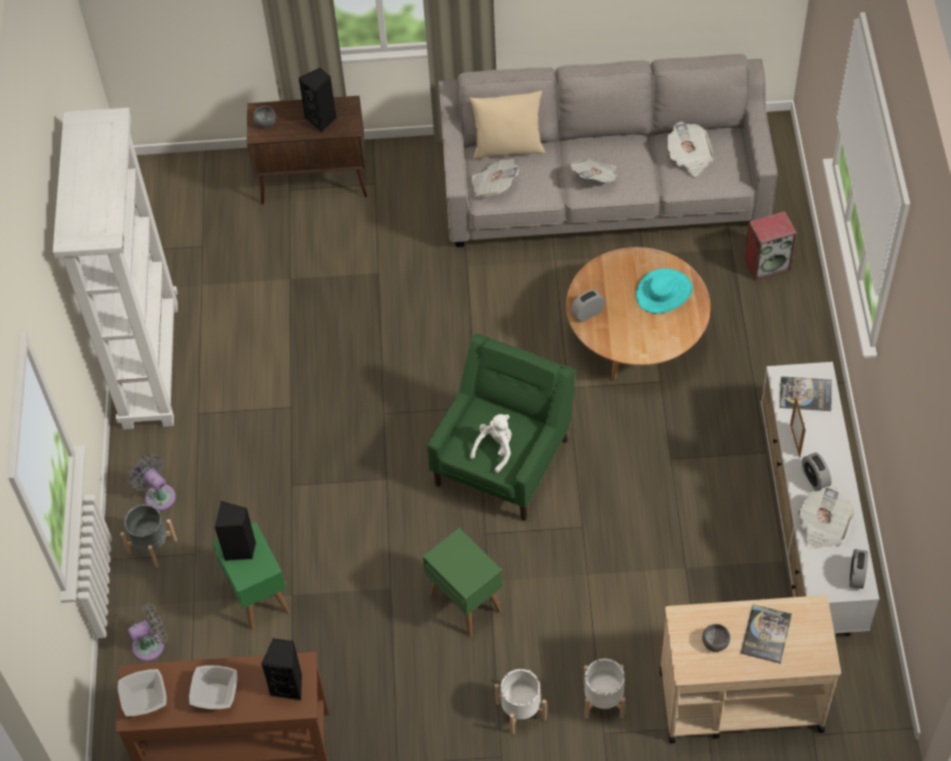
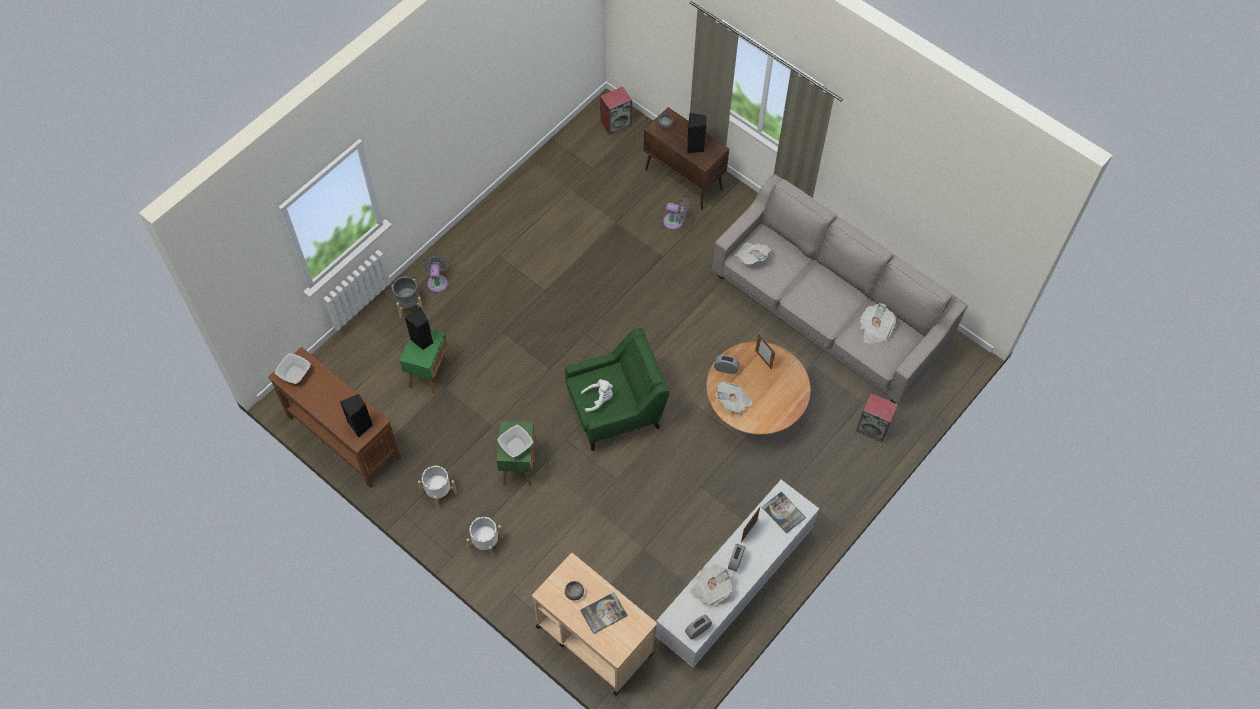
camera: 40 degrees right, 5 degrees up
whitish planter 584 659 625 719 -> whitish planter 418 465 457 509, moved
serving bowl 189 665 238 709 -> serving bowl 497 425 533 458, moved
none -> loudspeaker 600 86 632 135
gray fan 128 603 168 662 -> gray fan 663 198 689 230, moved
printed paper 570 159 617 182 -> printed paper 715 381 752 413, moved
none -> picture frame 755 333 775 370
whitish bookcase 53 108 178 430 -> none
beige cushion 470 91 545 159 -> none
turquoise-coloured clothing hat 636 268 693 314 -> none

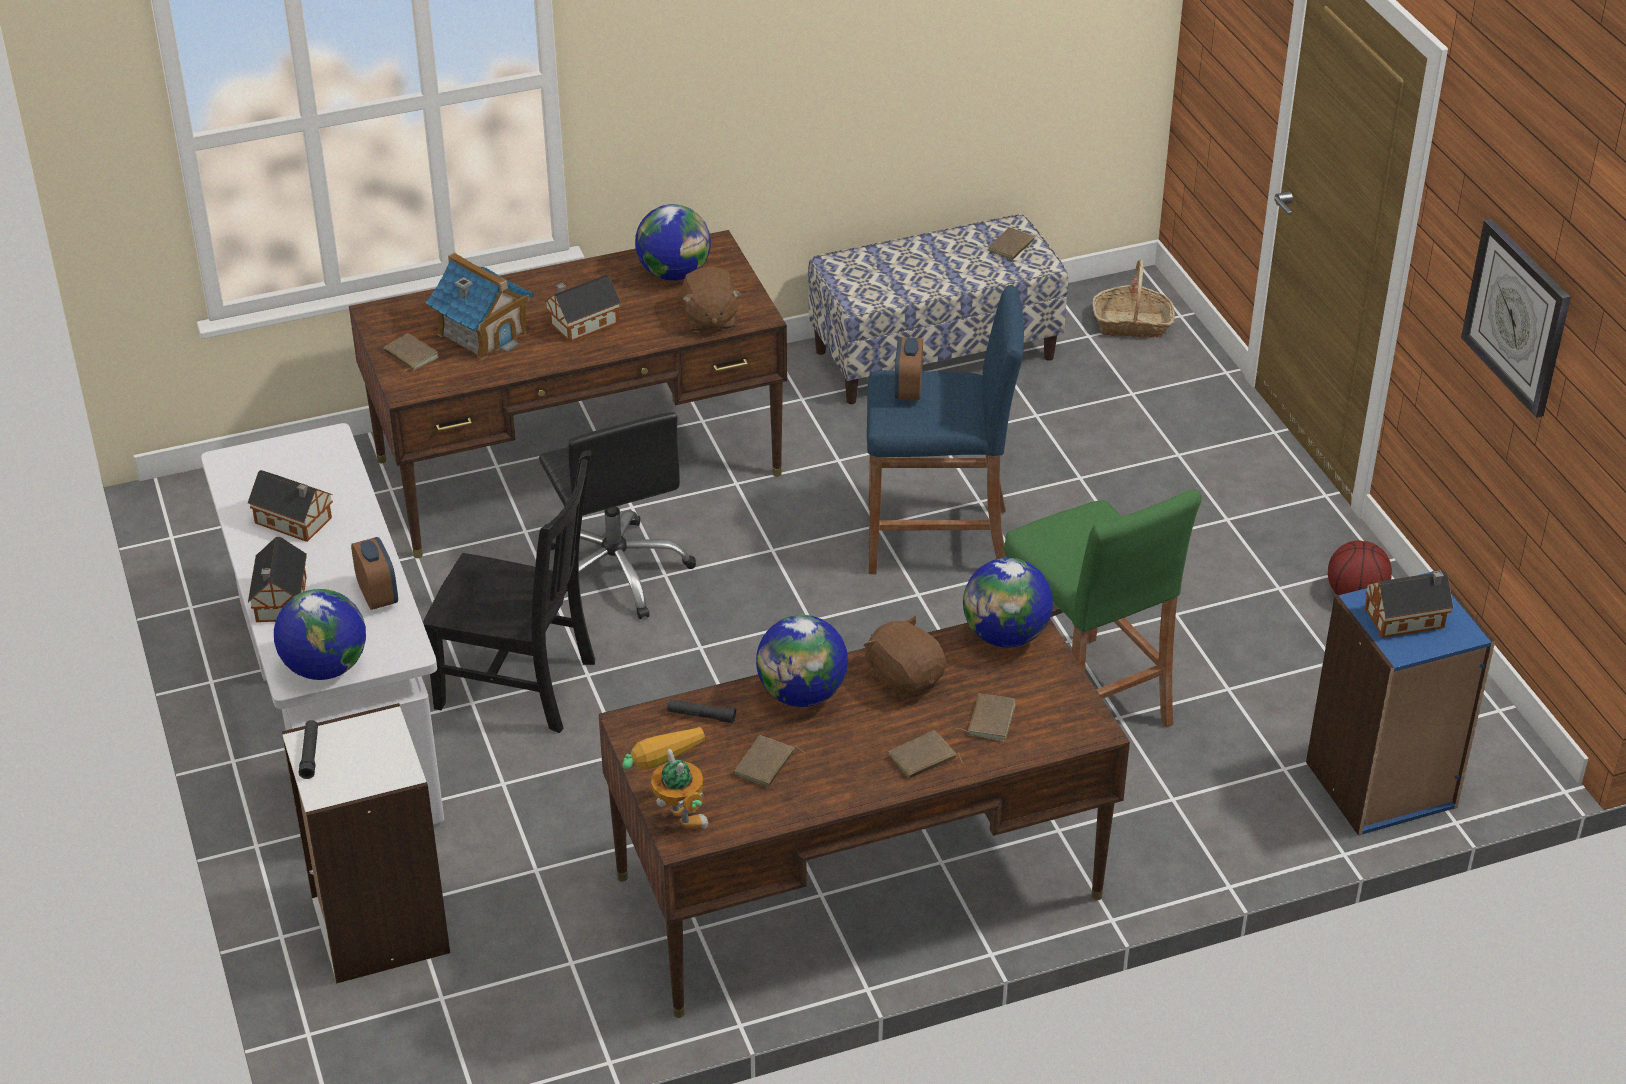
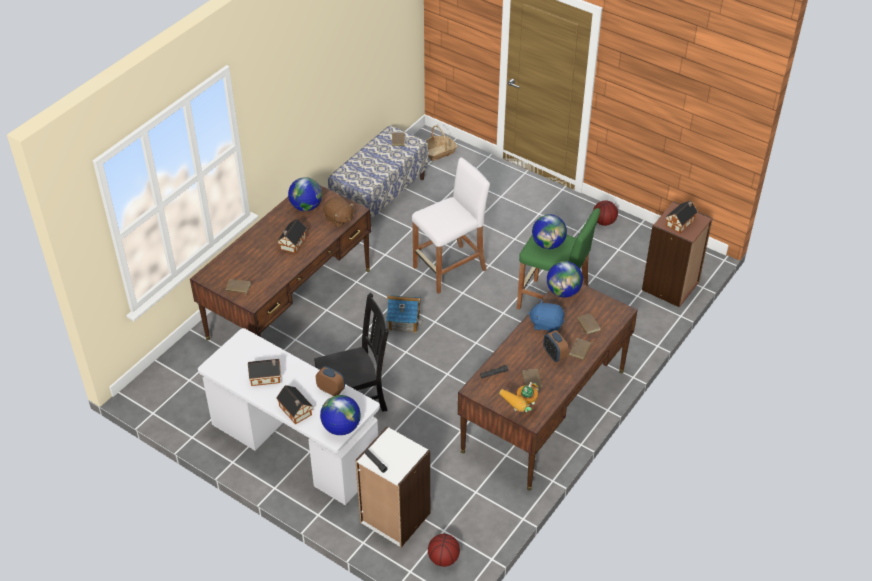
camera: 35 degrees left, 5 degrees up
model house 426 253 534 360 -> model house 386 295 423 333, moved
bluish stool seat 867 285 1024 574 -> whitish stool seat 412 157 490 294
none -> basketball 428 534 460 567
robot figure 623 727 708 829 -> robot figure 499 382 539 412, 75 degrees counterclockwise
brown-coloured plush toy 864 615 946 700 -> bluish plush toy 528 299 564 333
desk globe 756 615 848 707 -> desk globe 532 214 567 249, moved
alarm clock 894 337 923 401 -> alarm clock 543 330 568 362, moved
bluish bookcase 1306 570 1495 836 -> brown-coloured bookcase 642 201 713 307
black-coloured computer chair 539 412 696 619 -> none
wall clock 1461 219 1571 418 -> none

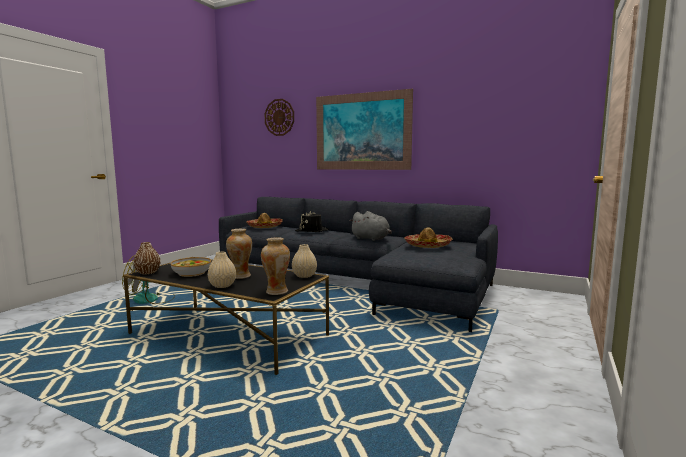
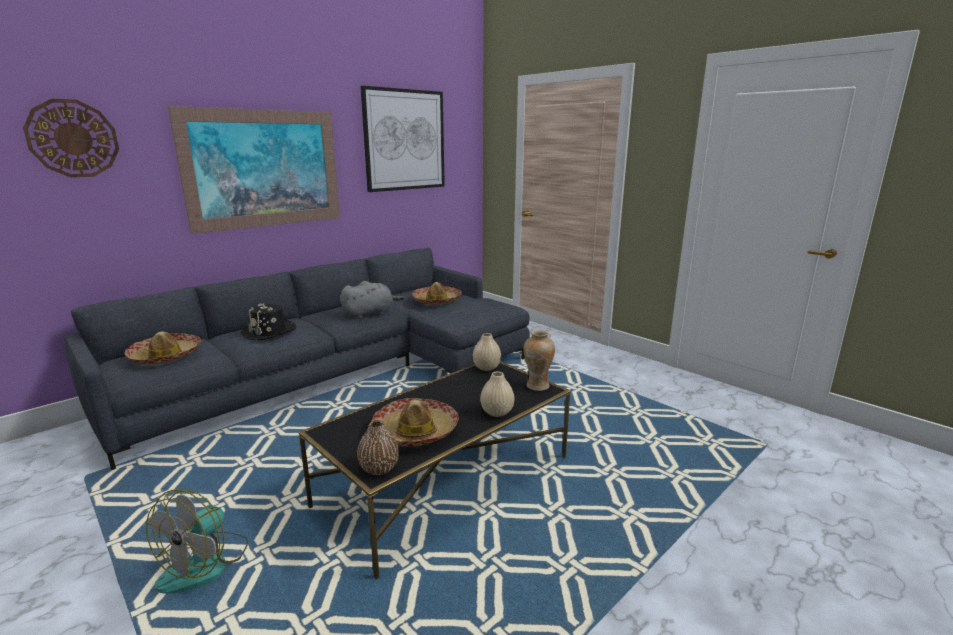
camera: 70 degrees left, 10 degrees up
none -> wall picture 360 86 445 192
serving bowl 171 257 211 277 -> clothing hat 372 398 459 447
vase 226 229 252 279 -> none

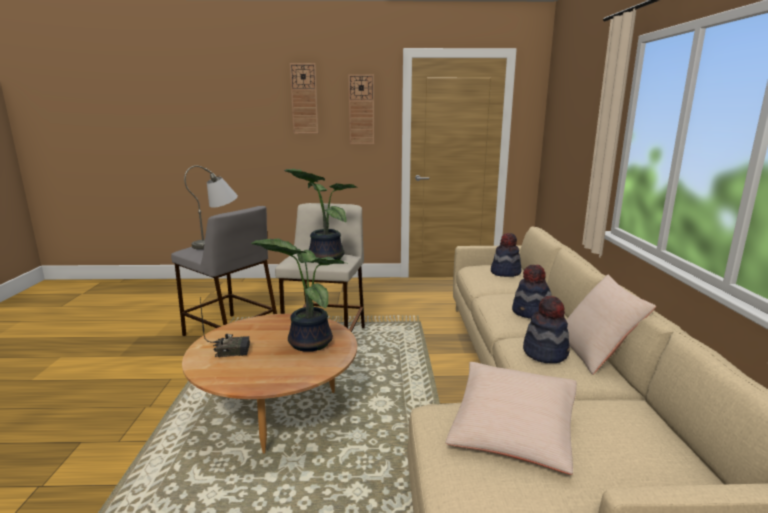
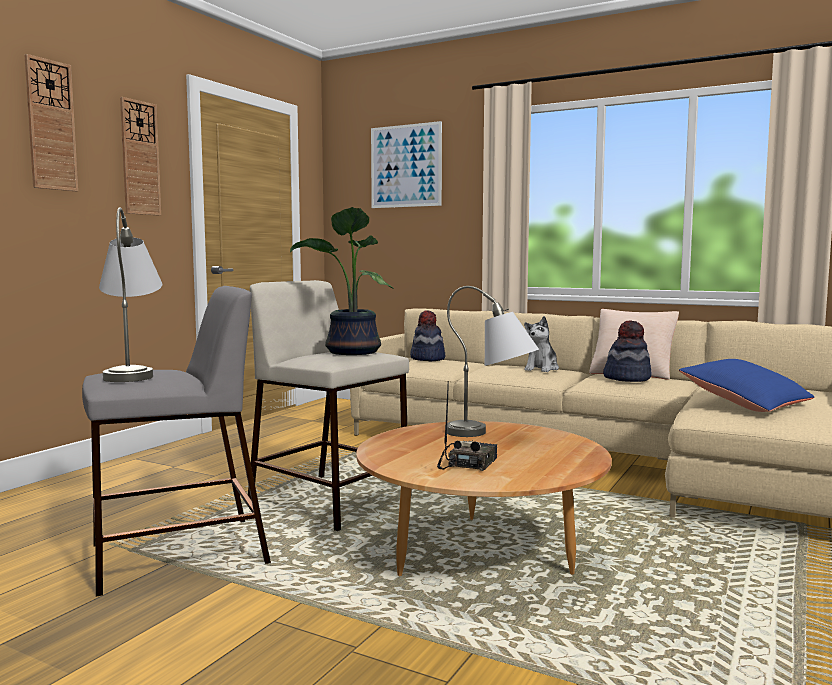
camera: 60 degrees left, 10 degrees down
none -> wall picture 371 121 442 208
potted plant 251 239 346 352 -> gray table lamp 445 286 539 437
clothing hat 512 265 551 319 -> plush toy 524 316 559 372
beige cushion 445 362 577 475 -> bluish cushion 679 359 814 412

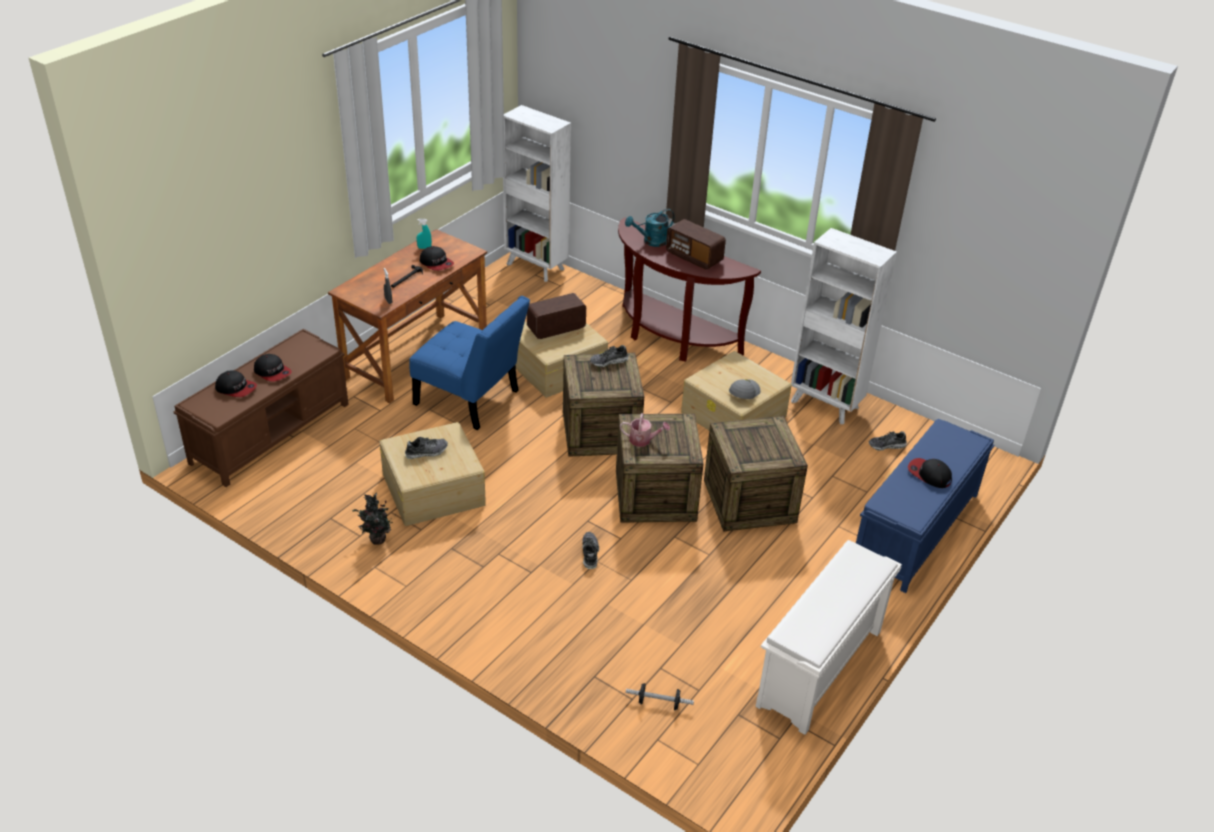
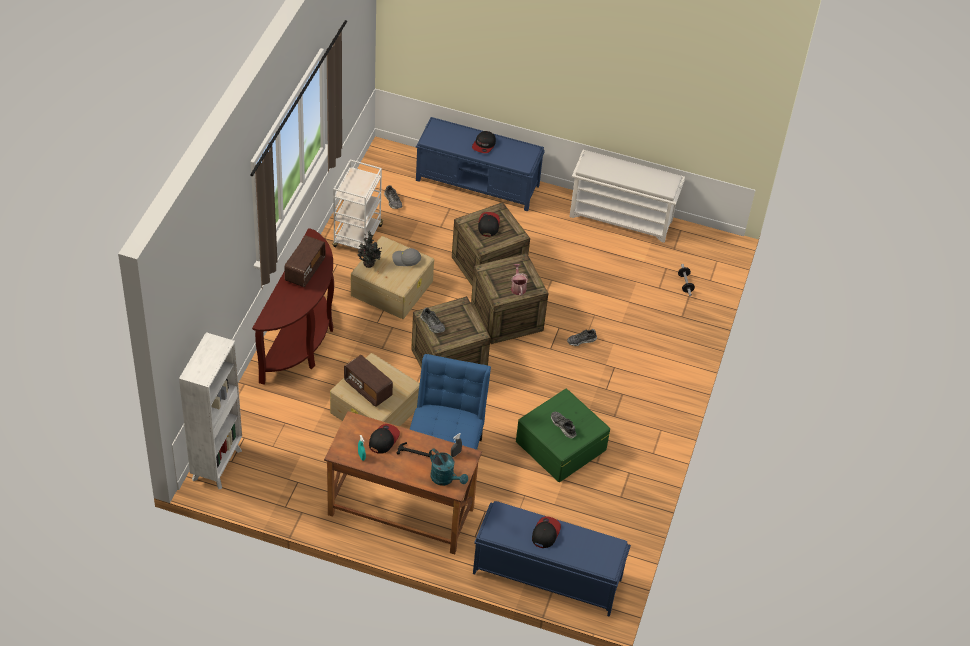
camera: 110 degrees left, 10 degrees up
whitish bookcase 791 228 897 424 -> whitish wheeled cart 333 160 384 249
potted plant 352 492 393 545 -> potted plant 357 231 382 268, moved
turquoise-coloured watering pot 625 209 675 247 -> turquoise-coloured watering pot 429 448 468 486, moved
brown-coloured indoor bench 174 329 349 487 -> bluish indoor bench 473 501 631 617
peaked cap 215 371 257 397 -> peaked cap 478 212 500 237, moved
beige storage bin 379 422 486 526 -> greenish storage bin 516 389 610 482

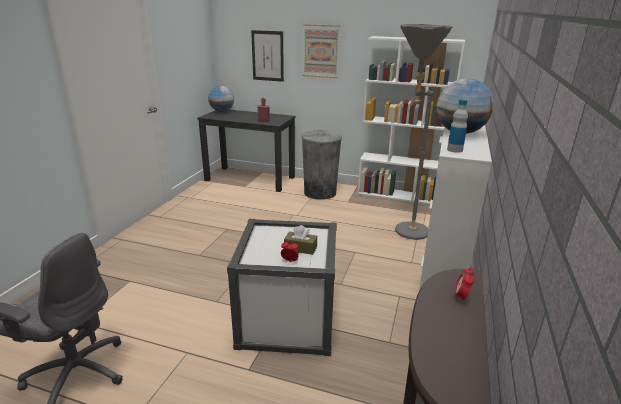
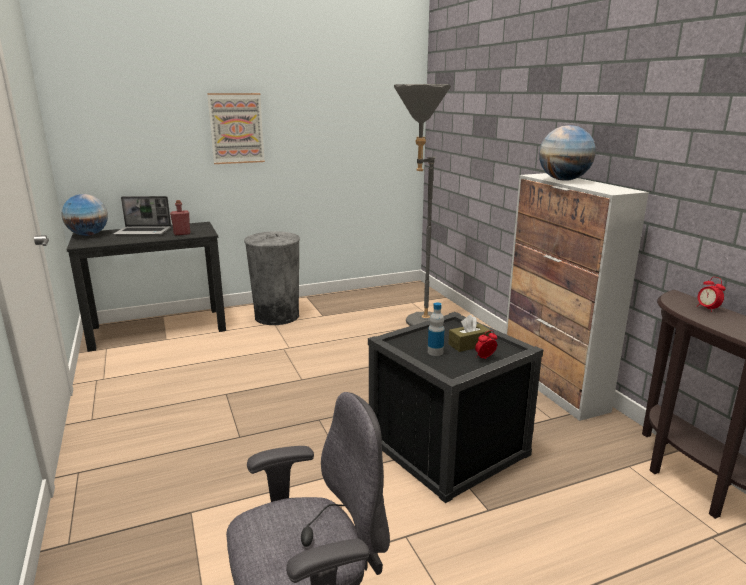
camera: 40 degrees left, 5 degrees down
none -> portable computer 113 196 171 236
whitish storage bin 227 219 337 356 -> black-coloured storage bin 368 312 543 503
bottle 447 99 468 153 -> bottle 428 302 445 356, moved
wall picture 251 30 284 82 -> none
whitish bookcase 358 36 465 205 -> none

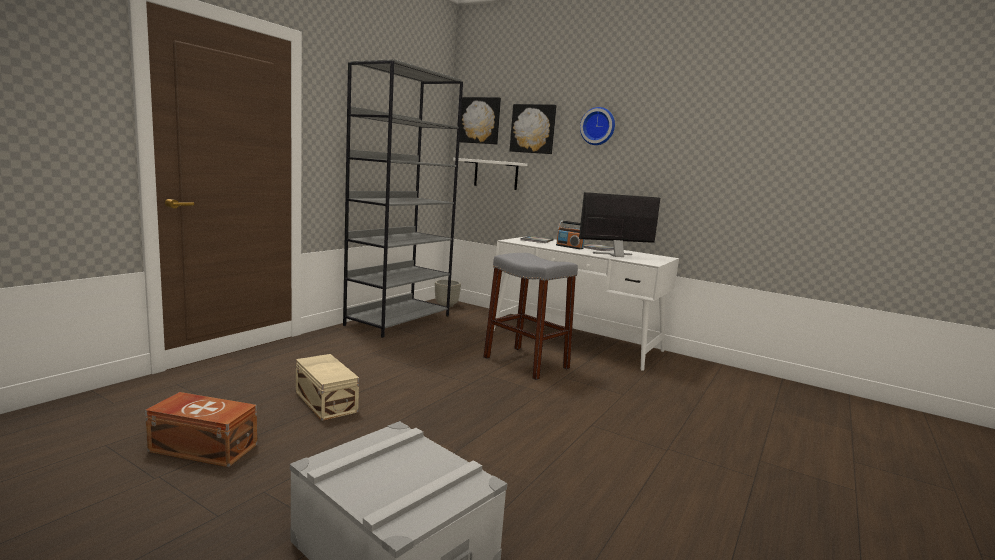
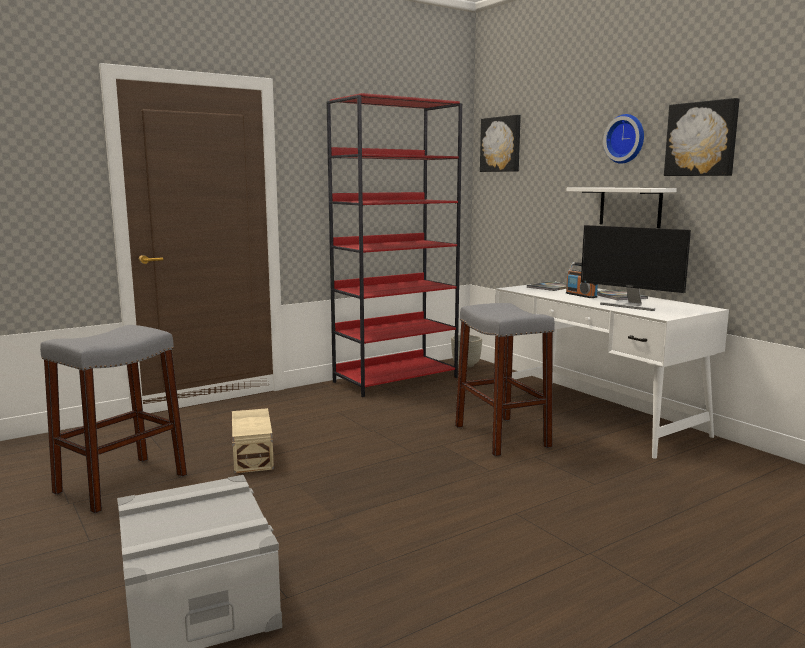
camera: 25 degrees right, 0 degrees up
brown-coloured storage bin 145 392 257 467 -> gray stool seat 40 325 187 514
gray bookcase 343 59 463 338 -> reddish bookcase 326 93 462 397
whitish shelf 453 158 527 190 -> whitish shelf 567 187 677 228, moved
computer display 579 192 660 257 -> computer display 581 225 691 311, 150 degrees counterclockwise
wall picture 509 104 557 154 -> wall picture 664 98 740 176, moved

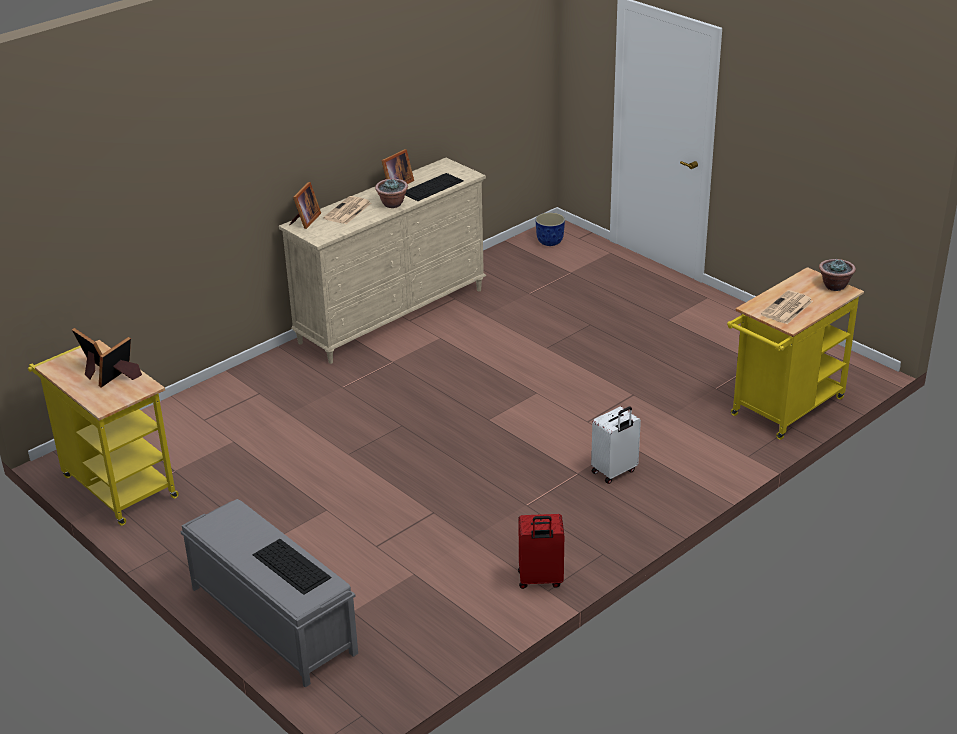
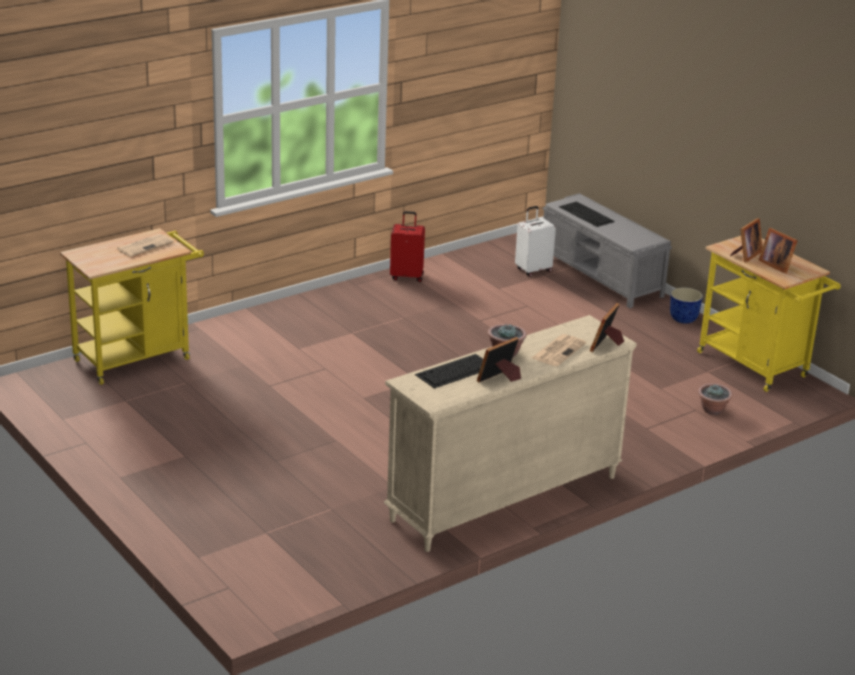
camera: 175 degrees left, 5 degrees down
whitish suitcase 591 407 641 484 -> whitish suitcase 515 206 556 277, moved
planter 535 212 565 246 -> planter 670 287 703 324, moved
potted plant 819 259 856 291 -> potted plant 698 383 732 415, moved

